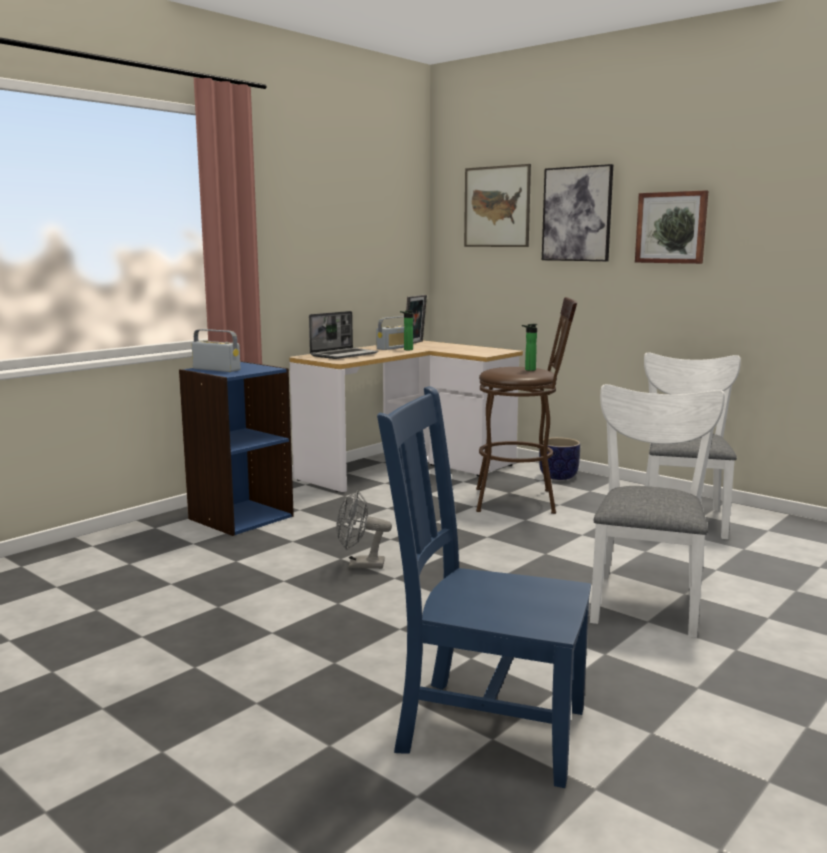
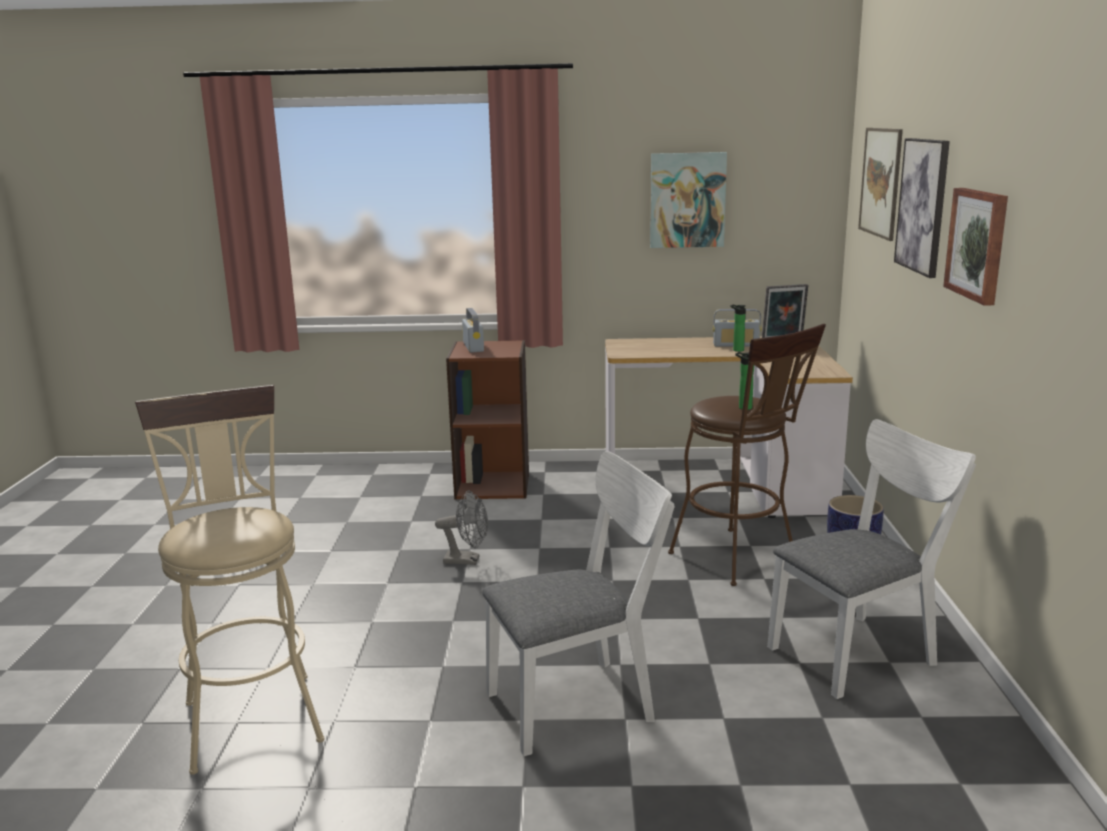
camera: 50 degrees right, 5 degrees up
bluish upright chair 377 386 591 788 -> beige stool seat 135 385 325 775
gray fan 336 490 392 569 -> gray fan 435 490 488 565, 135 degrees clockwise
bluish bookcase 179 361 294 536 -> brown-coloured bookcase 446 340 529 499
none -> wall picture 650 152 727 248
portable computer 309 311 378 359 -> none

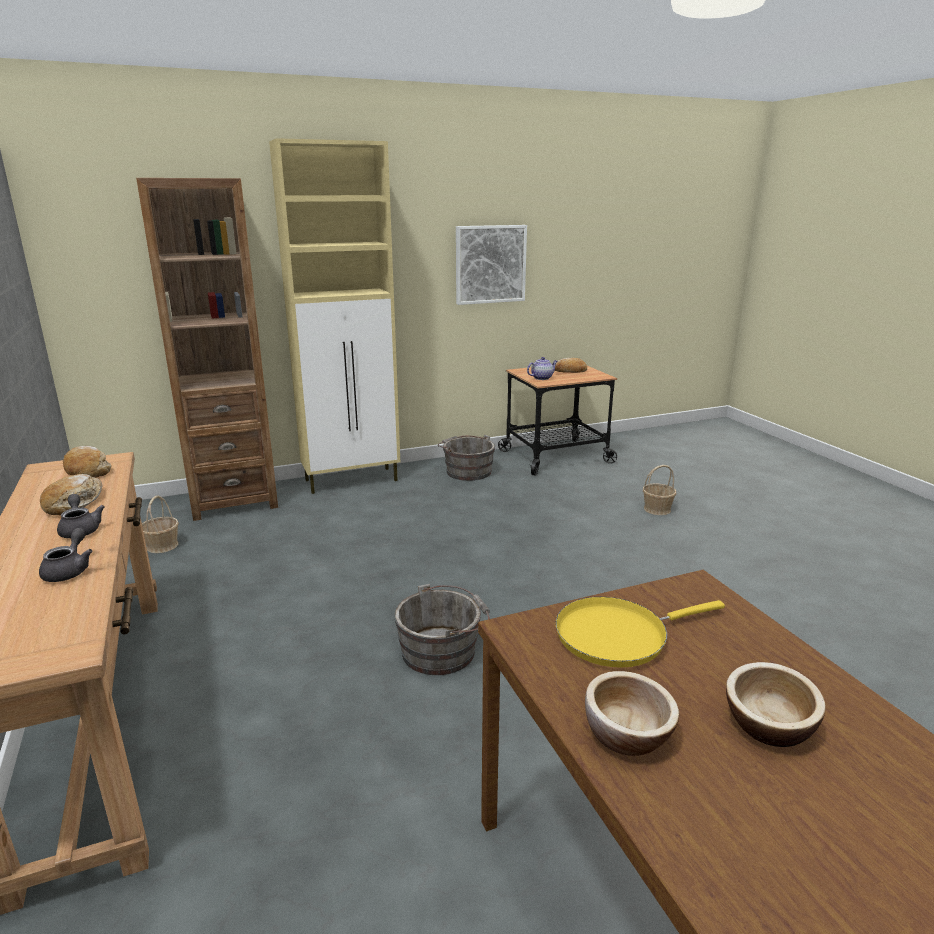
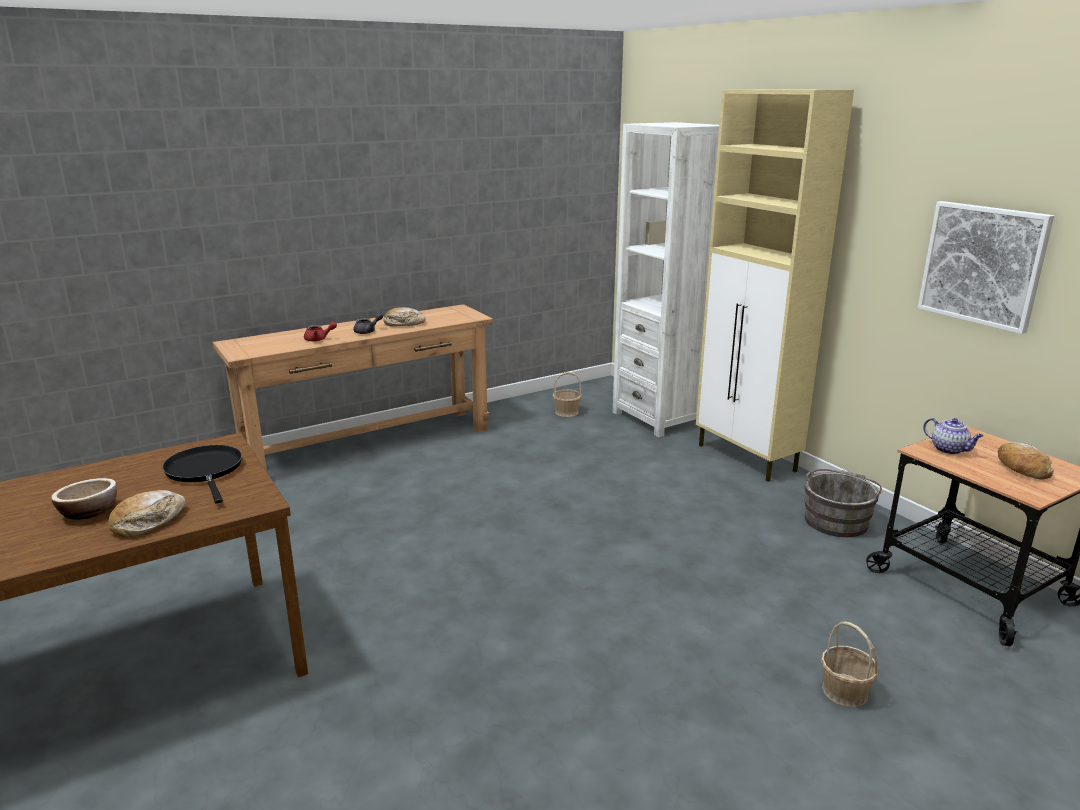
camera: 80 degrees right, 0 degrees up
baked bread 63 446 111 478 -> baked bread 108 490 186 538, moved
yellow-coloured frying pan 556 597 725 668 -> black-coloured frying pan 162 445 242 504
gray teapot 39 528 93 582 -> reddish teapot 304 322 337 341
brown-coloured bookcase 136 178 278 521 -> whitish bookcase 613 122 719 437
gray bucket 395 584 490 675 -> none
serving bowl 585 671 679 756 -> none

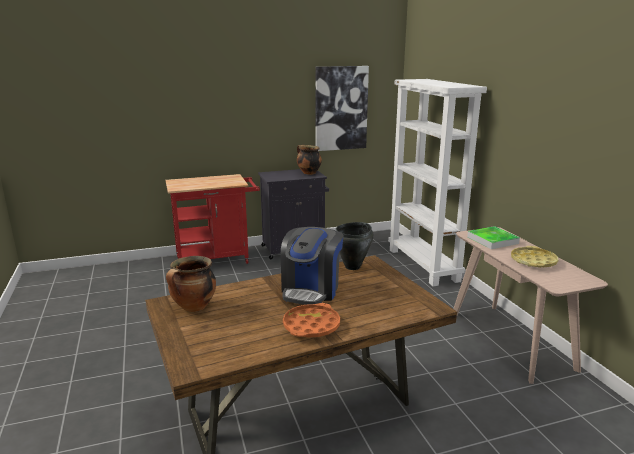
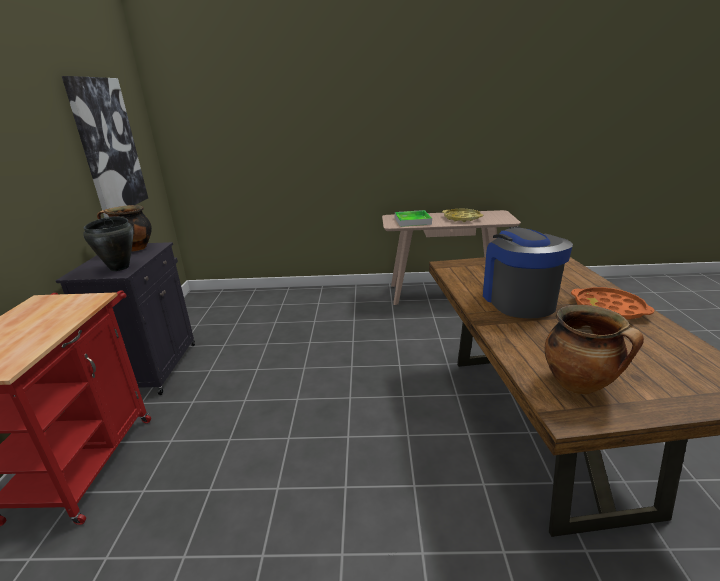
camera: 70 degrees left, 5 degrees up
black-coloured saucepot 336 222 373 270 -> black-coloured saucepot 83 217 134 271, moved
coffee maker 281 227 343 305 -> coffee maker 483 226 573 319, 135 degrees counterclockwise
whitish bookcase 388 79 487 286 -> none

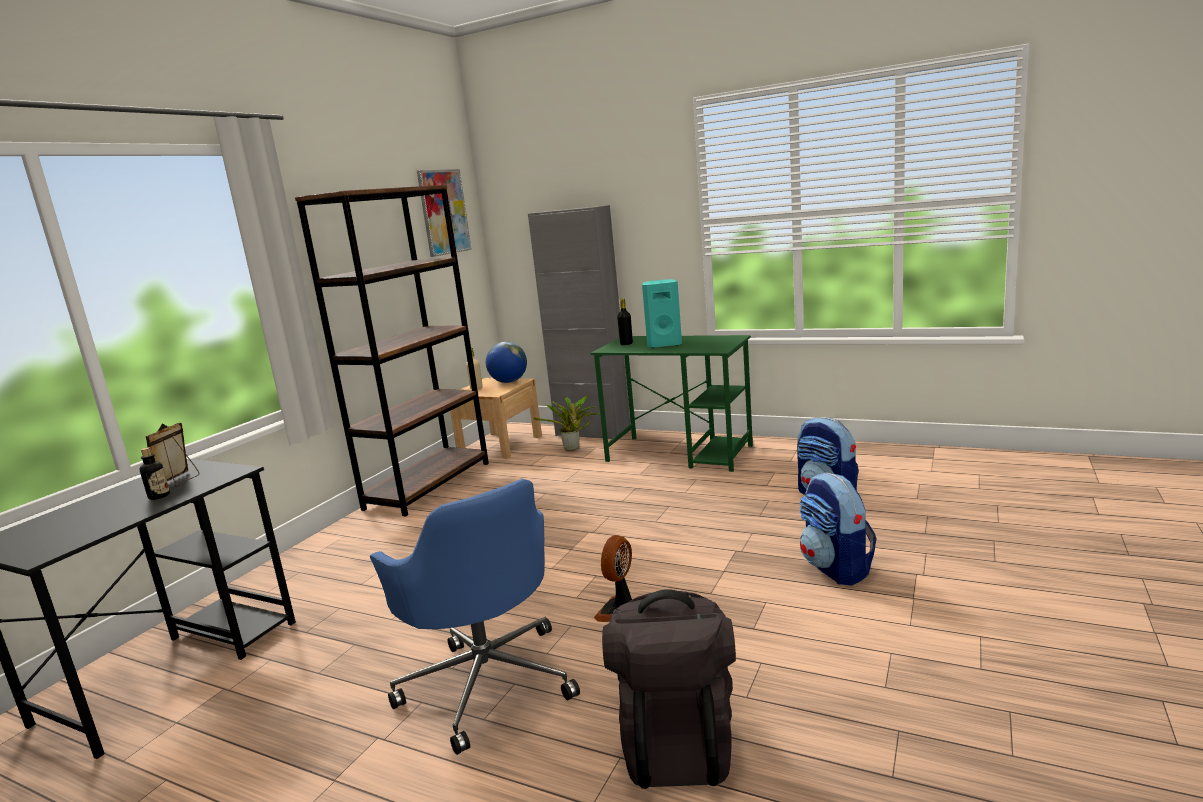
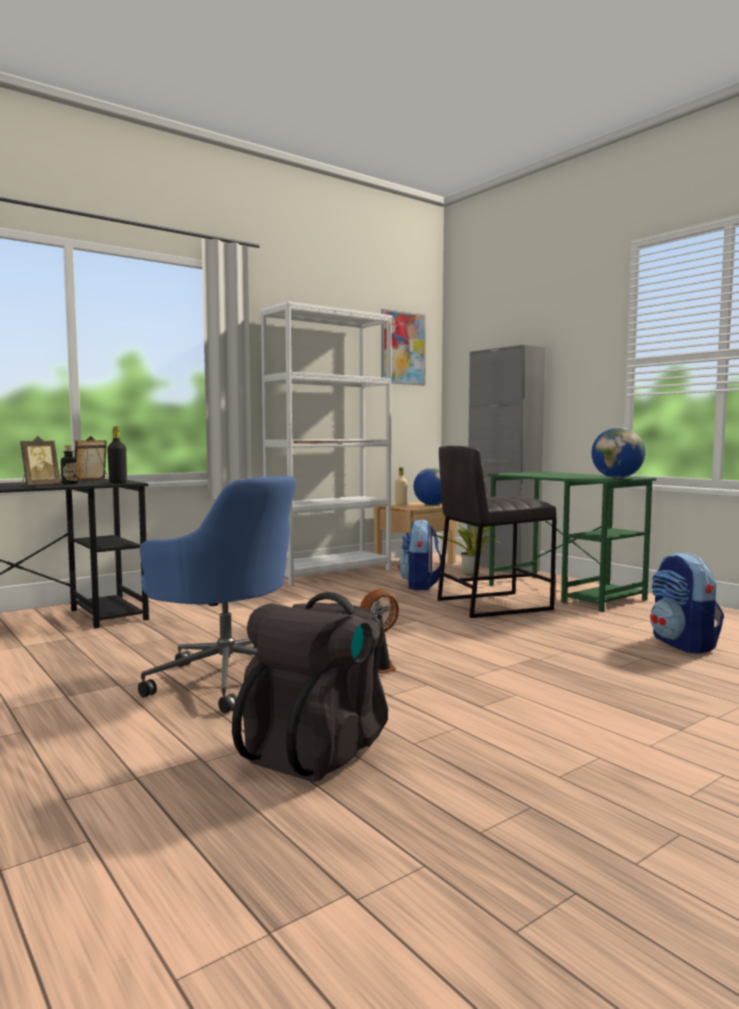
camera: 25 degrees right, 10 degrees down
none -> picture frame 20 436 60 486
black-coloured bottle 617 298 633 345 -> black-coloured bottle 107 426 127 483, moved
bluish computer chair 370 479 580 755 -> bluish computer chair 138 476 296 713, 45 degrees counterclockwise
brown-coloured bookcase 295 185 489 517 -> whitish bookcase 260 301 392 585
knapsack 799 473 877 586 -> knapsack 398 519 442 590, moved
none -> gray stool seat 437 446 557 618
none -> desk globe 591 427 646 478
turquoise-coloured loudspeaker 642 279 682 348 -> none

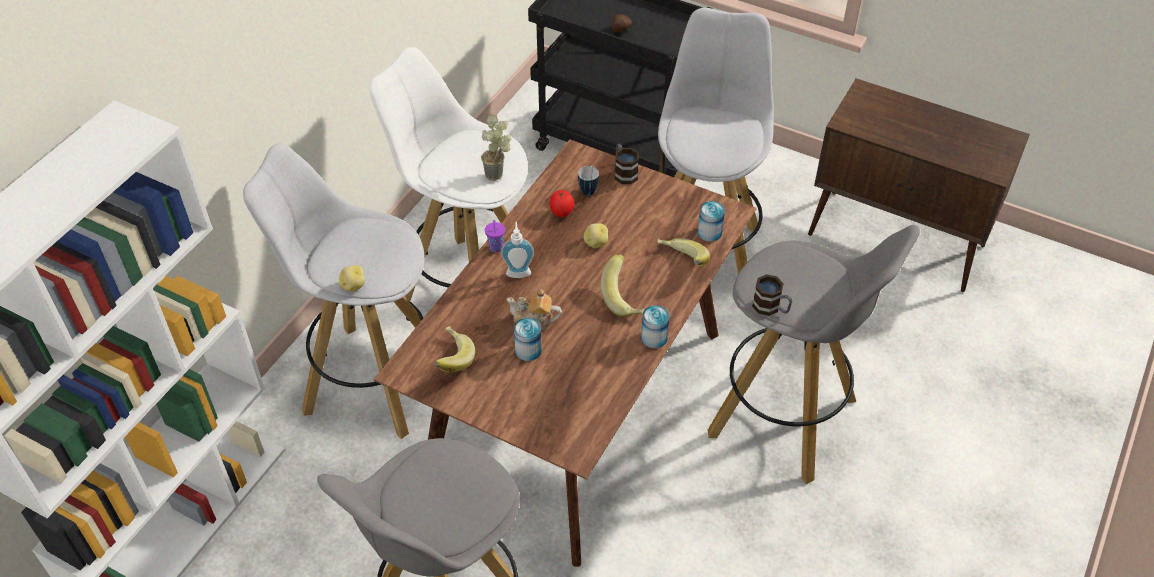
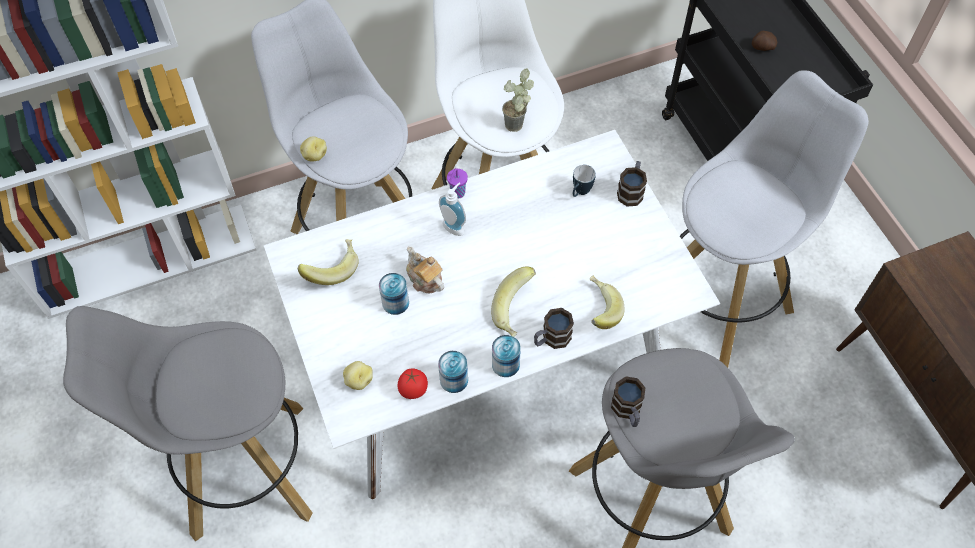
camera: 40 degrees right, 10 degrees up
brown-coloured kitchen table 374 139 757 567 -> whitish kitchen table 264 130 720 499
whole potato 584 223 608 248 -> whole potato 343 361 373 390, moved
tomato 550 190 574 217 -> tomato 397 368 428 399, moved
metal can 698 201 725 242 -> metal can 438 351 468 393, moved
none -> tea mug 534 308 574 349

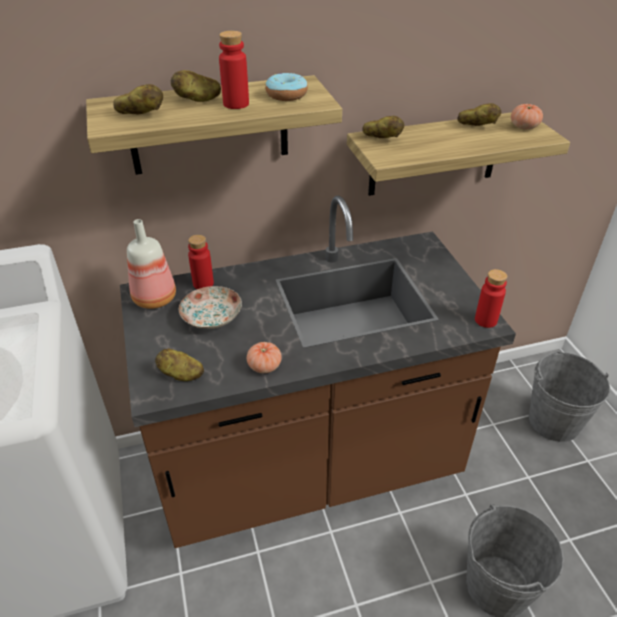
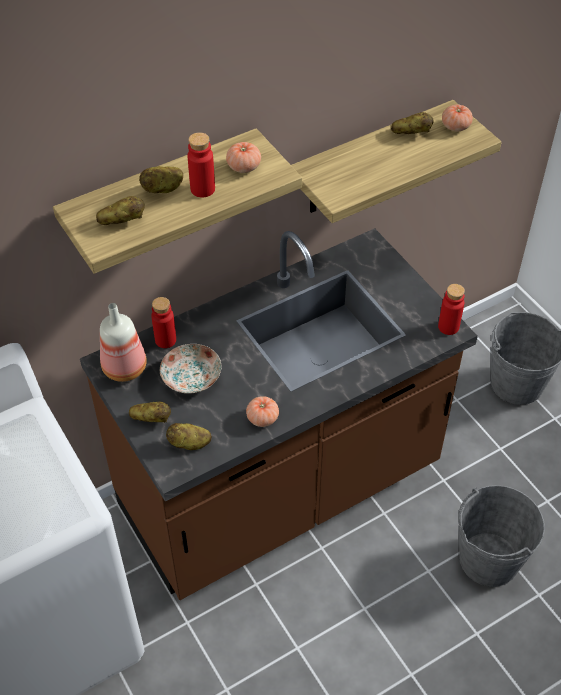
camera: 15 degrees left, 10 degrees up
whole potato 362 116 404 138 -> whole potato 129 402 171 423, moved
doughnut 265 73 308 101 -> tomato 226 142 261 173

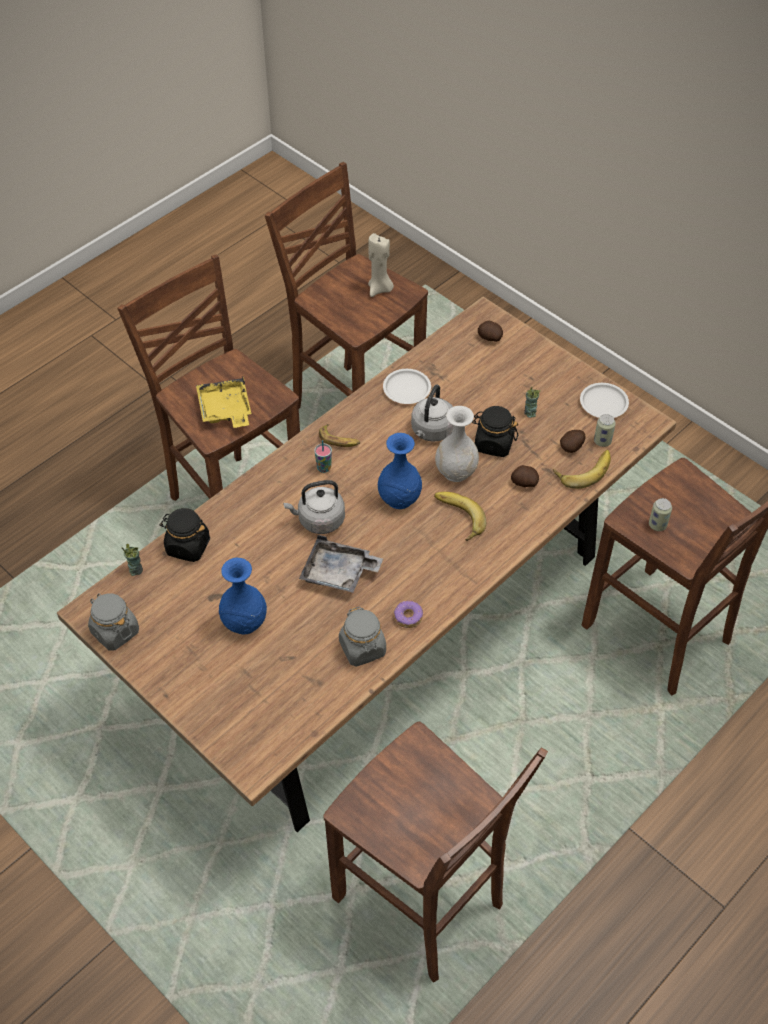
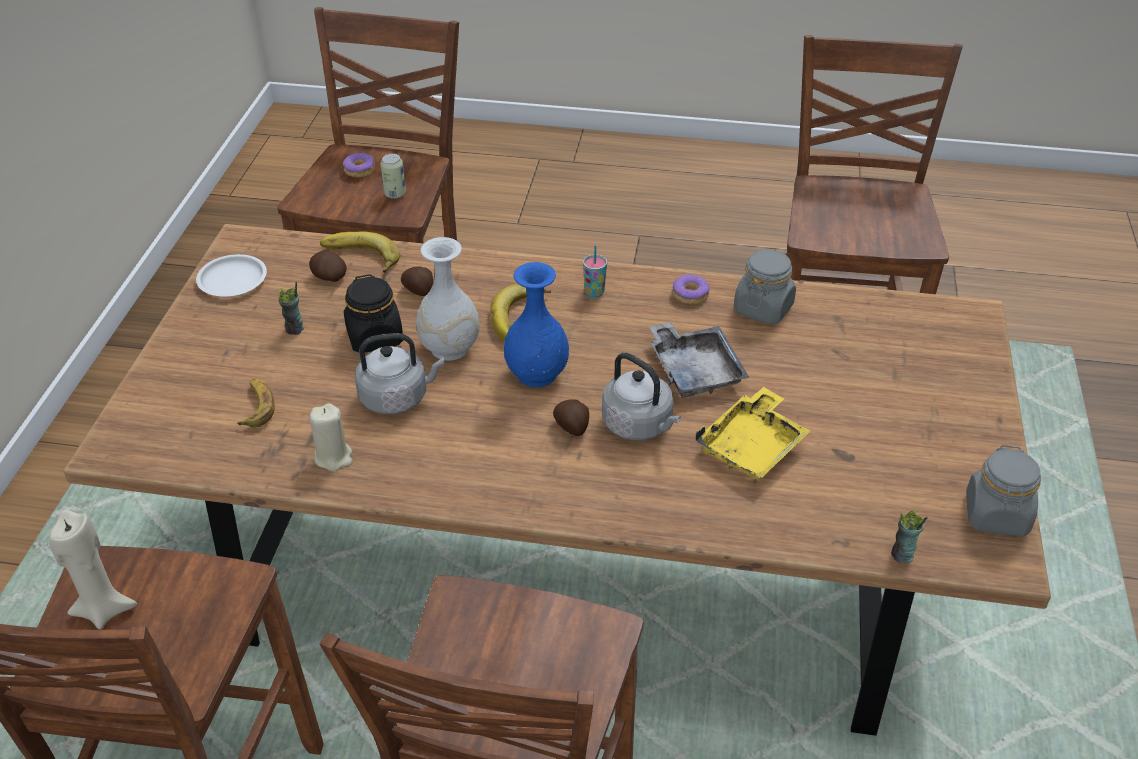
camera: 125 degrees left, 10 degrees down
whole banana 319 424 360 447 -> whole banana 237 379 275 427, moved
whitish plate 383 369 431 404 -> beige candle 309 403 353 471
none -> doughnut 343 153 375 178
whole potato 478 321 503 342 -> whole potato 553 399 589 436, moved
drinking cup 314 440 332 473 -> drinking cup 583 245 607 298, moved
yellow-coloured carrying tray 196 377 251 428 -> yellow-coloured carrying tray 695 387 811 480, moved
black-coloured jar 159 508 210 562 -> none
bluish vase 219 558 267 635 -> none
metal can 594 414 616 447 -> none

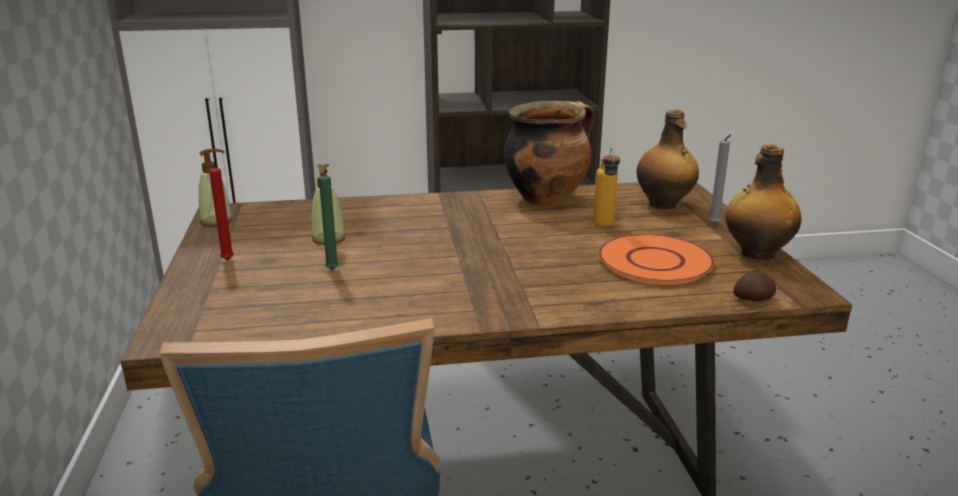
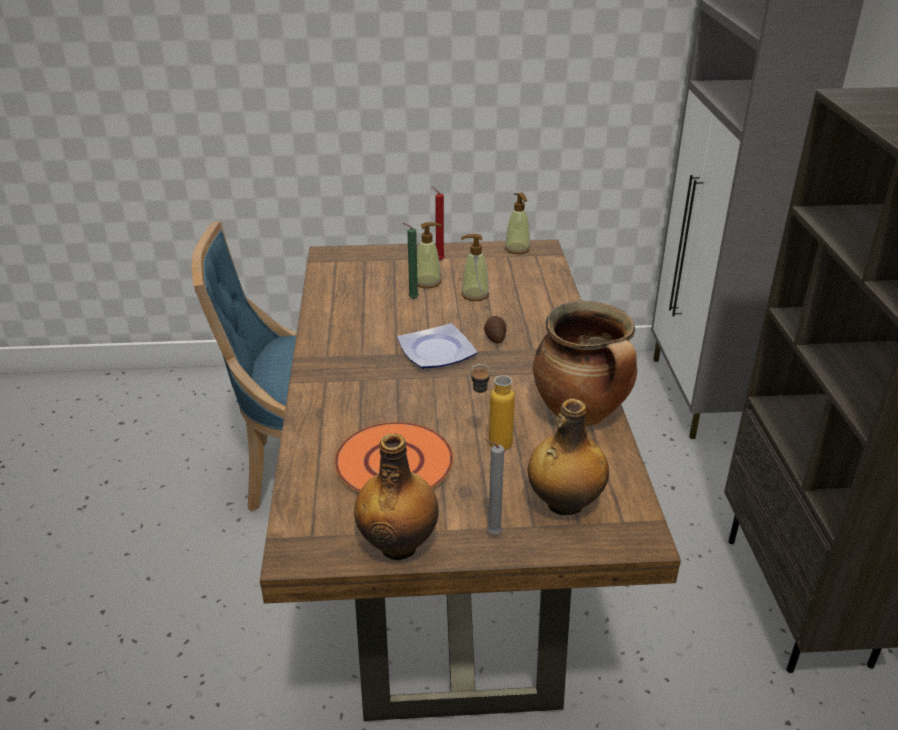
camera: 95 degrees right, 10 degrees up
none -> plate 397 323 477 368
none -> liquid soap bottle 417 222 442 288
whole potato 733 271 776 301 -> whole potato 484 316 506 343, moved

